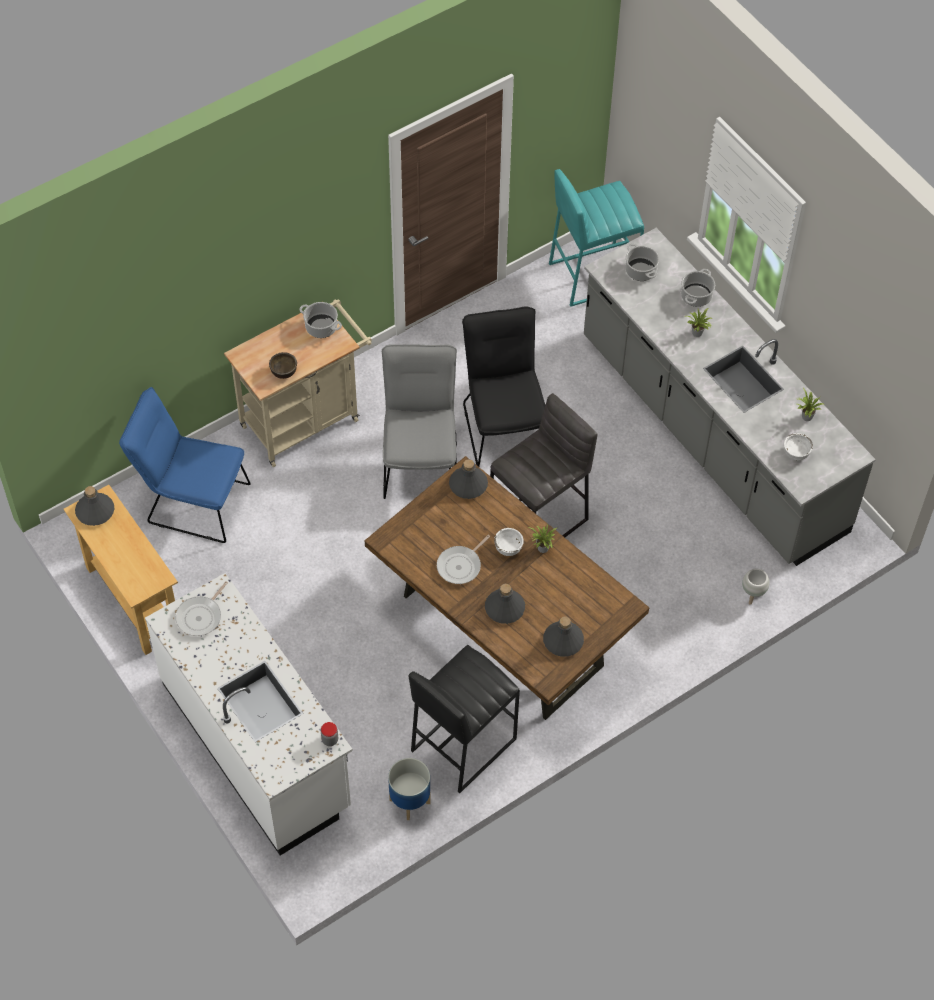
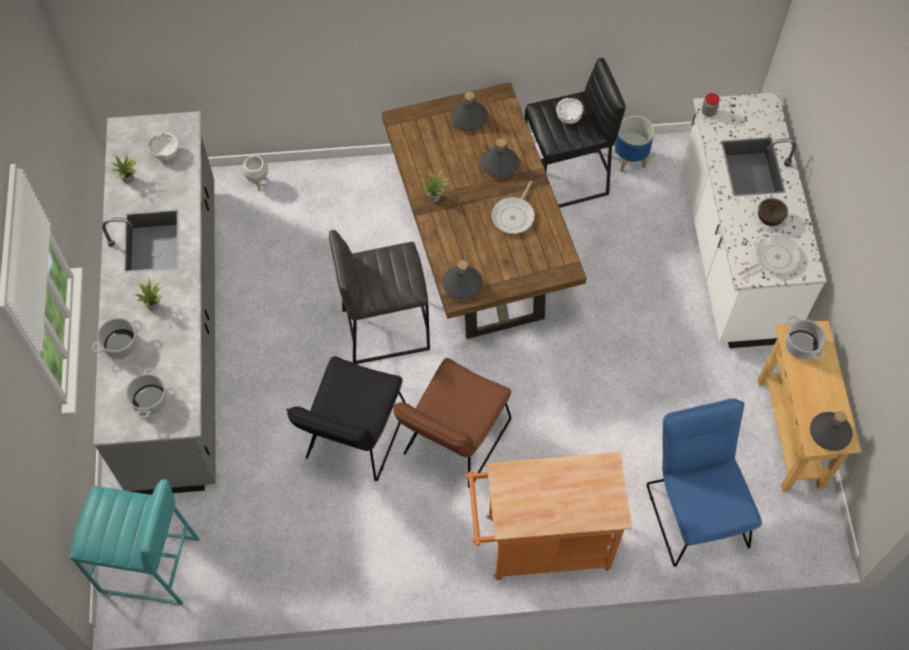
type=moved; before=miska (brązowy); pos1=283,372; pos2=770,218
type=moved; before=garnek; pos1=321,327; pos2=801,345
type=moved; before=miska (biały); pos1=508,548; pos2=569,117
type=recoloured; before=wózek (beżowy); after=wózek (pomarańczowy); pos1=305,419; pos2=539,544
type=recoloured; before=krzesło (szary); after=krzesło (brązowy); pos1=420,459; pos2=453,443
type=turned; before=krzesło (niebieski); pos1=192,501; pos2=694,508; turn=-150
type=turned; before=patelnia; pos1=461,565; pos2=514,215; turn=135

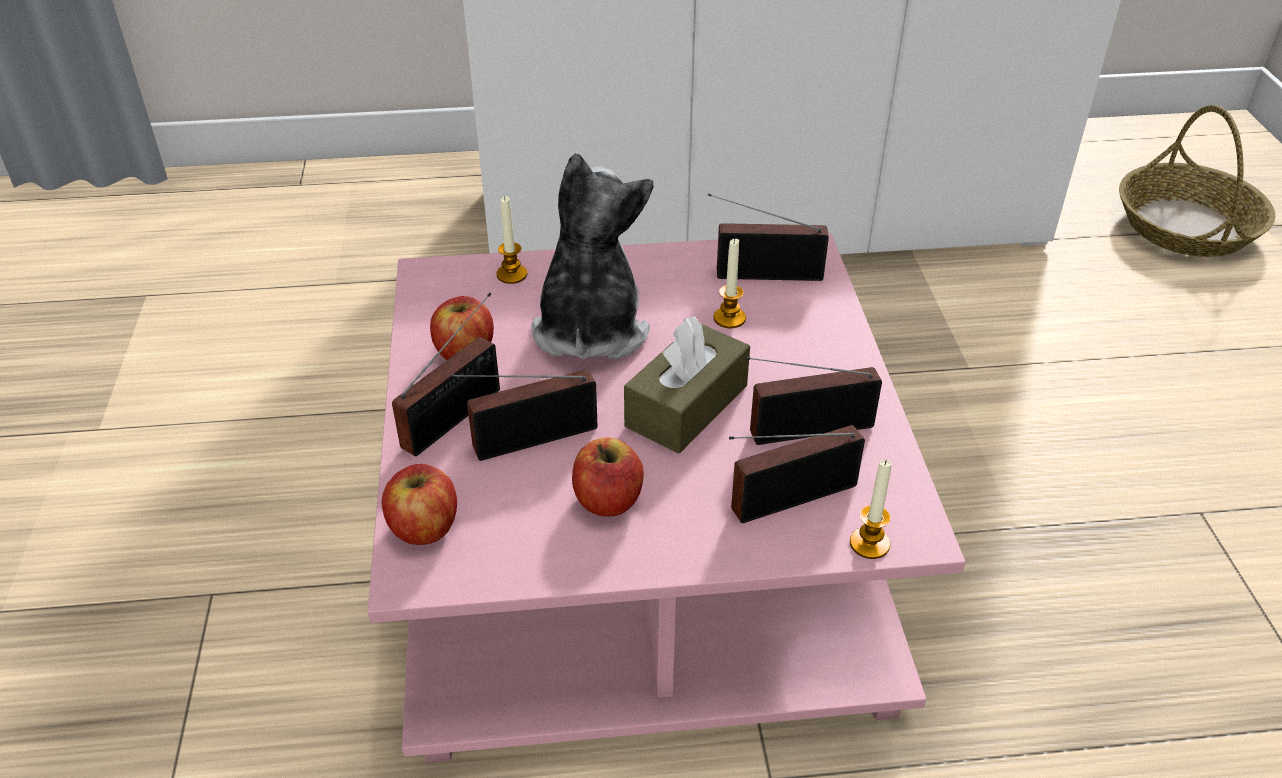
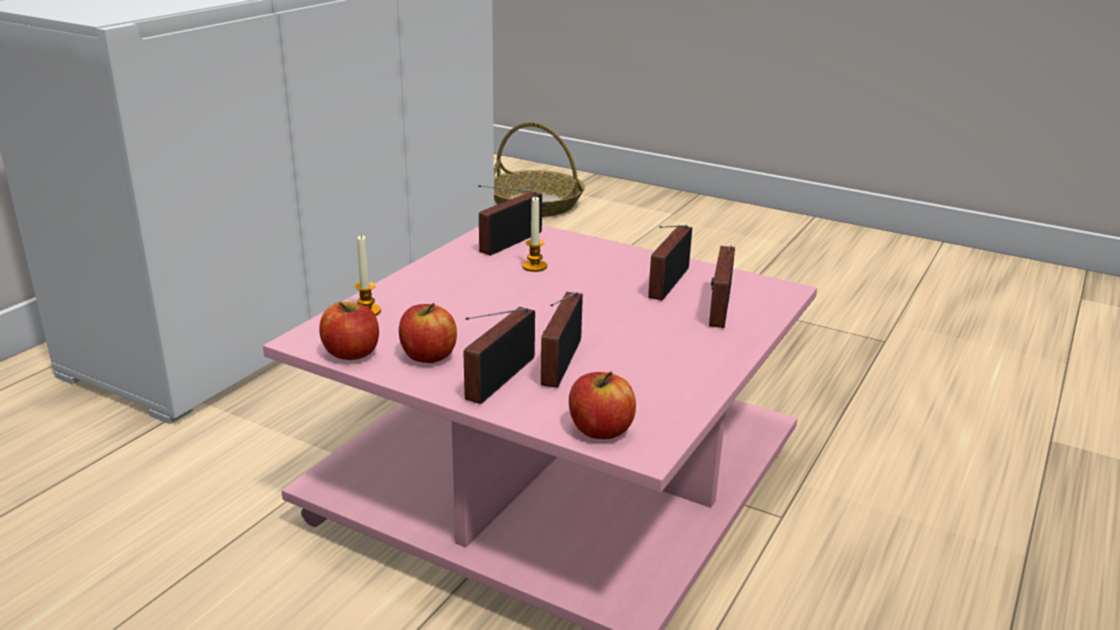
type=removed; before=pluszak; pos1=590,329
type=removed; before=pudełko chusteczek (brązowy); pos1=686,406
type=removed; before=świeca; pos1=869,544
type=moved; before=jabłko; pos1=608,500; pos2=351,353
type=turned; before=radio; pos1=458,415; pos2=496,380; turn=-135

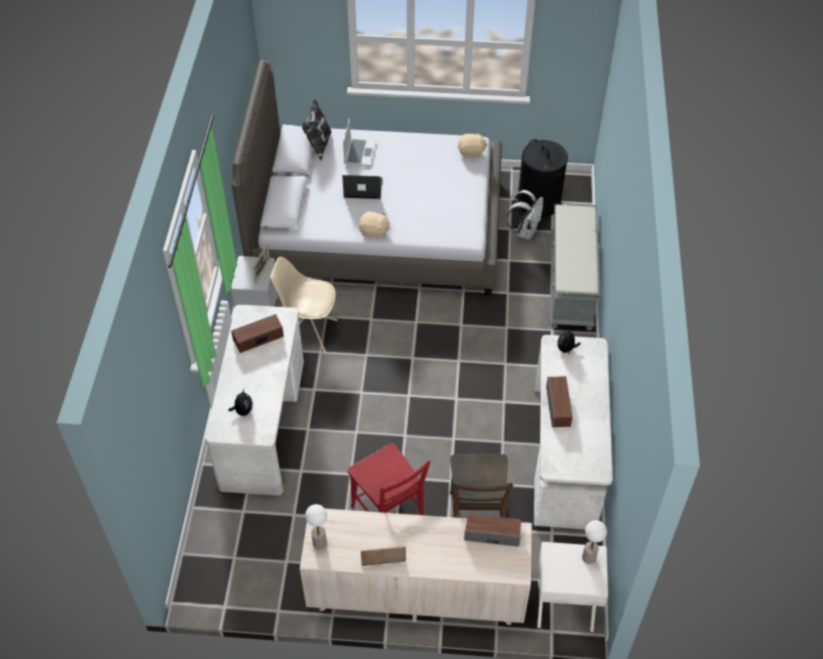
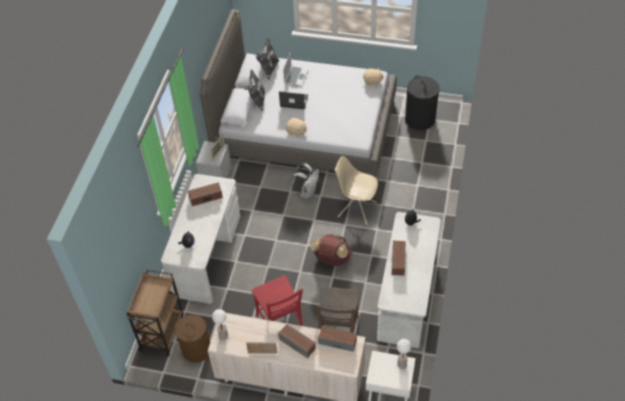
type=removed; before=ławka (szary); pos1=571,283
type=added; after=wózek (brązowy); pos2=162,331
type=added; after=kosz na pranie (brązowy); pos2=196,349
type=added; after=poduszka; pos2=257,101
type=added; after=głośnik; pos2=297,343
type=added; after=plecak (brązowy); pos2=332,259
type=moved; before=krzesło (beżowy); pos1=309,332; pos2=356,209
type=moved; before=plecak (biały); pos1=525,231; pos2=307,192

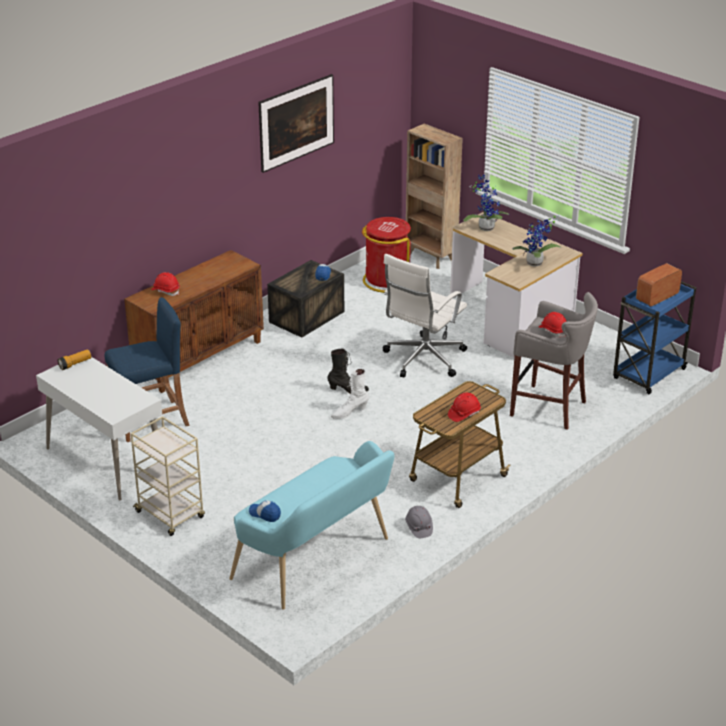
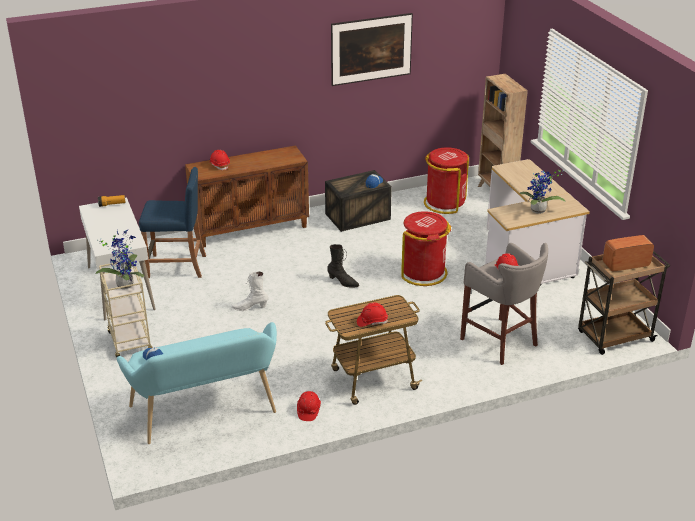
type=moved; before=but z cholewką (biały); pos1=349,412; pos2=250,307
type=moved; before=roślina doniczkowa; pos1=485,227; pos2=125,284
type=replaced; before=krzesło biurowe (biały); after=kosz na śmieci (czerwony); pos1=423,359; pos2=423,273
type=recoloured; before=kask (szary); after=kask (czerwony); pos1=418,527; pos2=308,411
type=recoloured; before=wózek (niebieski); after=wózek (brązowy); pos1=648,375; pos2=614,337

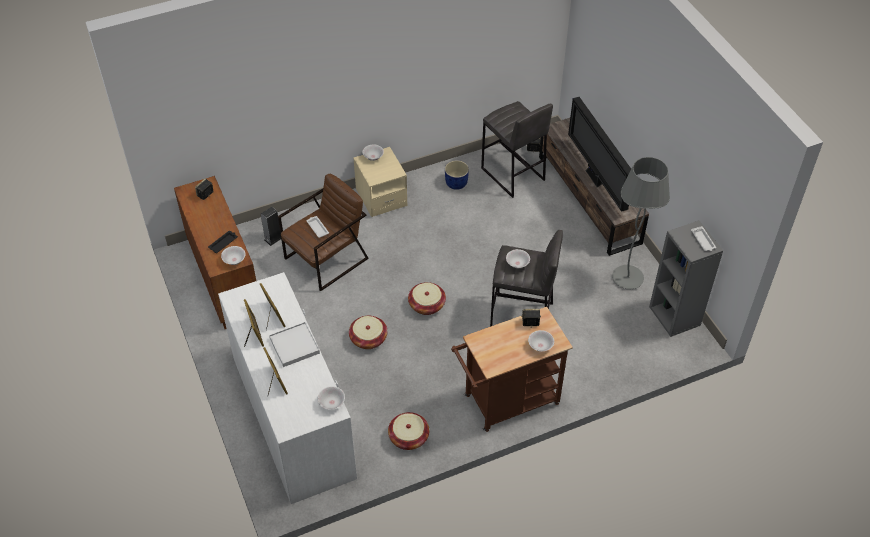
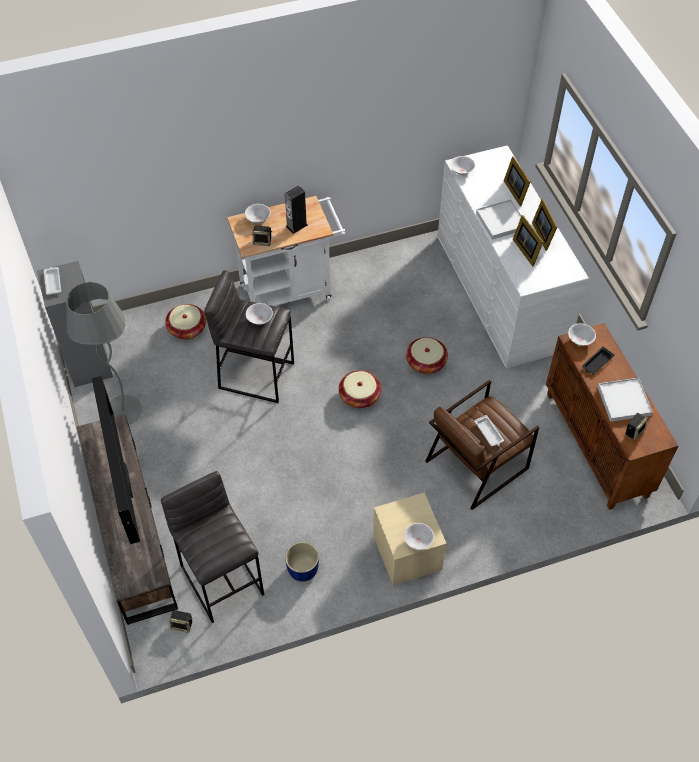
type=added; after=taca (biały); pos2=624,401
type=moved; before=głośnik; pos1=273,239; pos2=296,225
type=moved; before=koszyk; pos1=408,437; pos2=187,329
type=recoloured; before=wózek (brązowy); after=wózek (biały); pos1=506,402; pos2=291,290

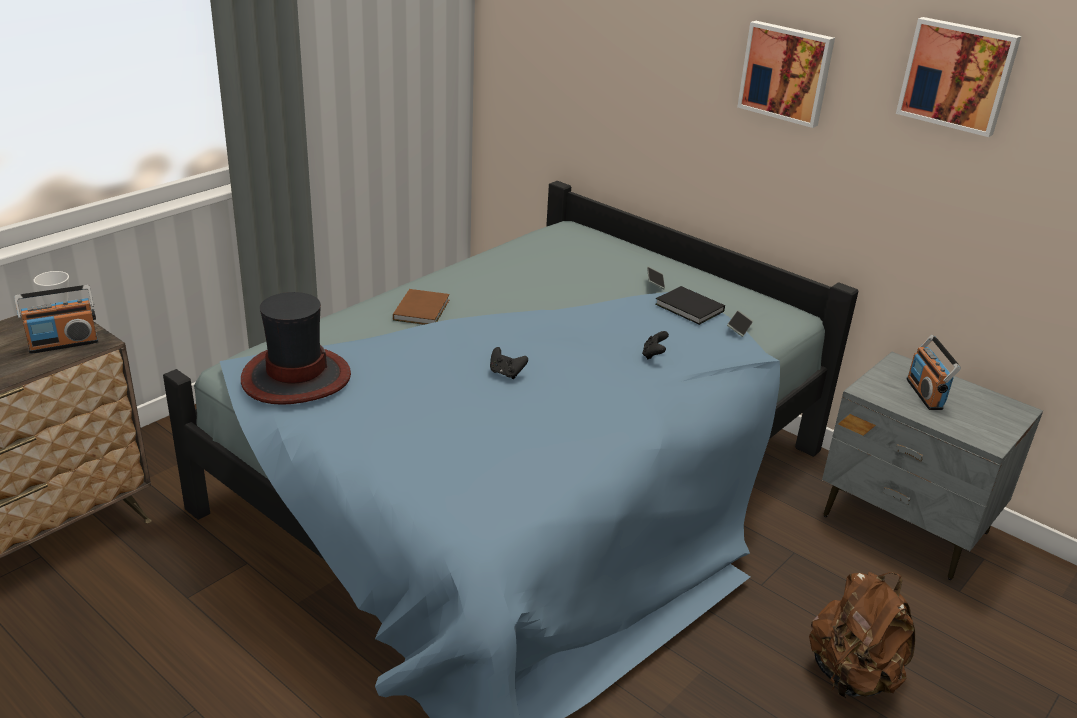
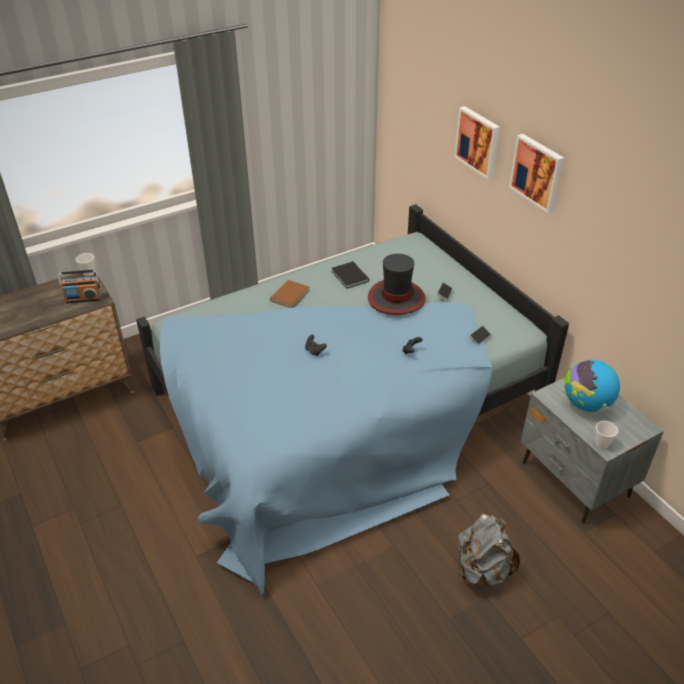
type=added; after=filiżanka; pos2=602,444
type=moved; before=kapelusz; pos1=295,377; pos2=396,298
type=moved; before=książka (czarny); pos1=690,308; pos2=349,277
type=moved; before=obraz; pos1=958,75; pos2=478,142
type=replaced; before=radio; after=globus; pos1=925,394; pos2=586,404
type=recoloured; before=plecak (brązowy); after=plecak (szary); pos1=852,676; pos2=482,570

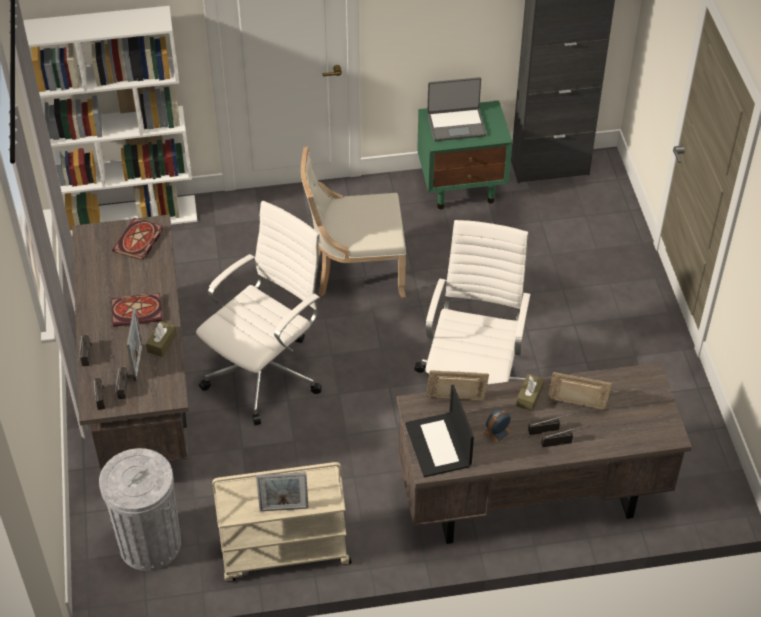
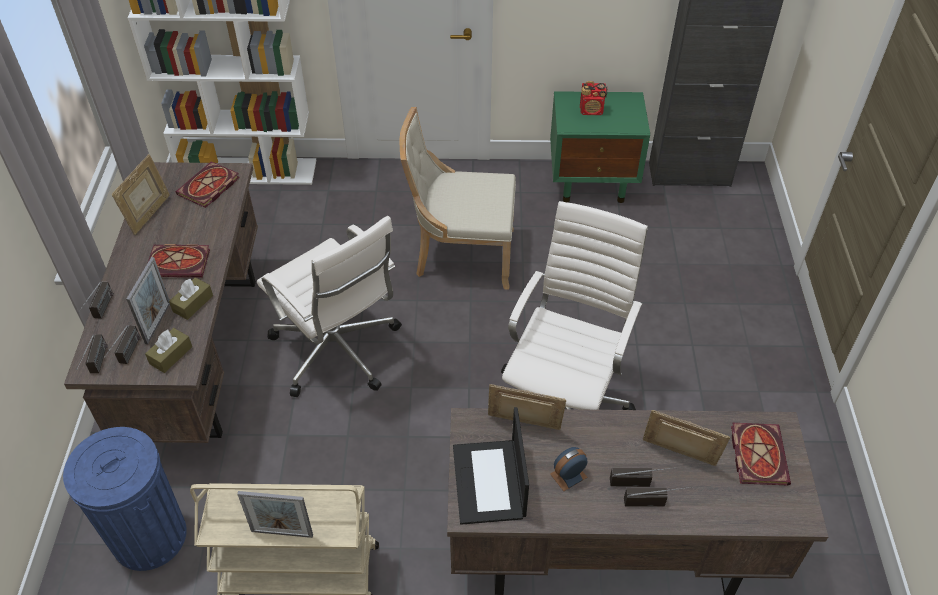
type=added; after=ramka na zdjęcie; pos2=149,215
type=added; after=książka; pos2=757,454
type=moved; before=pudełko chusteczek (brązowy); pos1=529,397; pos2=171,355
type=replaced; before=laptop; after=radio; pos1=456,124; pos2=591,111
type=recoloured; before=kosz na śmieci (szary); after=kosz na śmieci (niebieski); pos1=150,544; pos2=149,536
type=turned; before=krzesło biurowe (biały); pos1=266,372; pos2=338,352; turn=90

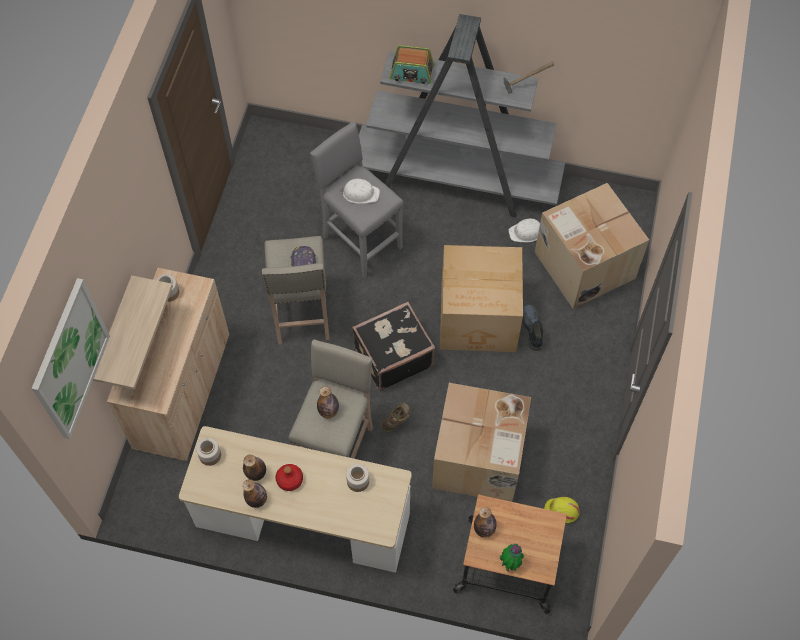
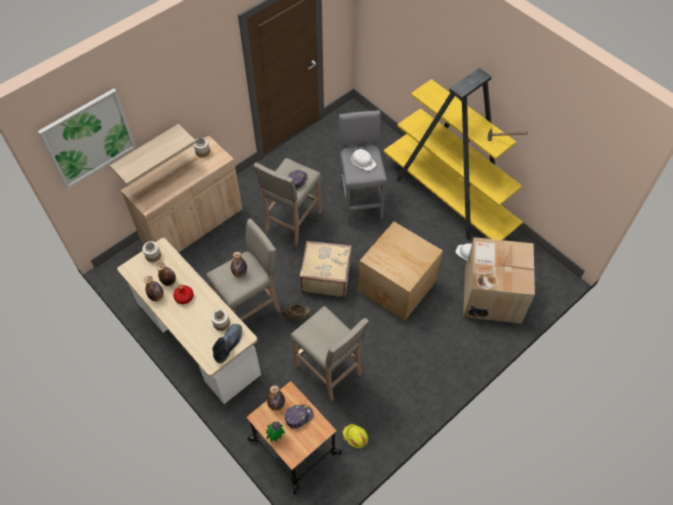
type=removed; before=radio; pos1=412,73
type=added; after=czapka z daszkiem; pos2=298,417
type=moved; before=but z cholewką; pos1=531,328; pos2=228,343
type=replaced; before=karton; after=stołek (beżowy); pos1=479,460; pos2=329,371
type=recoloured; before=walizka (czarny); after=walizka (beżowy); pos1=392,356; pos2=325,277
type=recoloured; before=regał (szary); after=regał (żółty); pos1=457,180; pos2=448,198

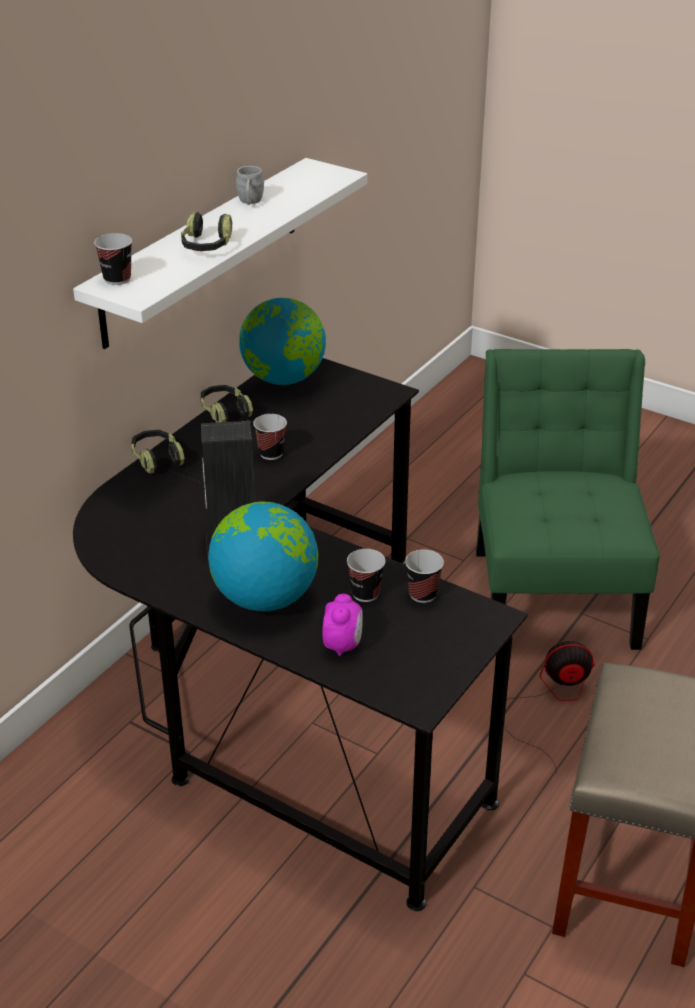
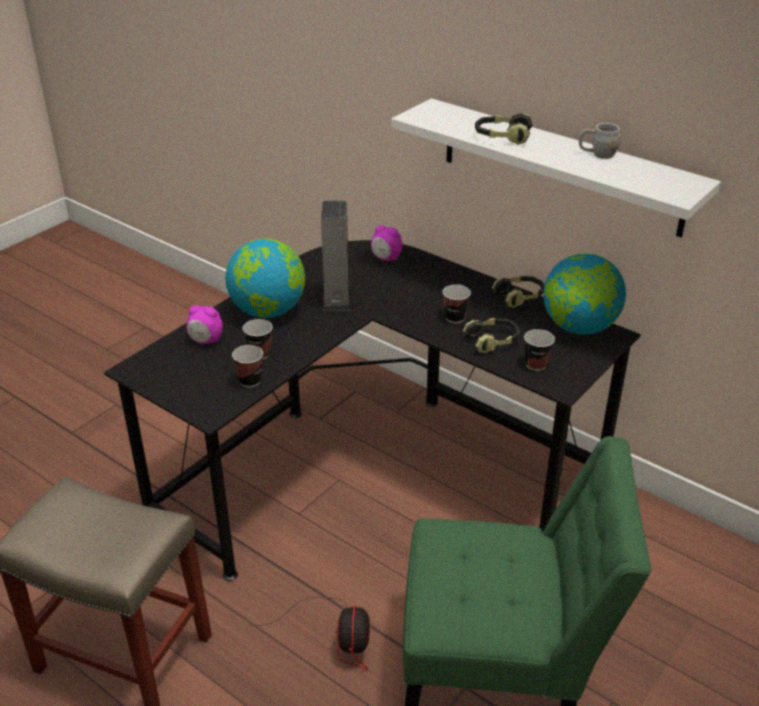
type=added; after=budzik; pos2=386,258
type=moved; before=filiżanka; pos1=117,279; pos2=536,364
type=moved; before=słuchawki; pos1=157,459; pos2=492,341

